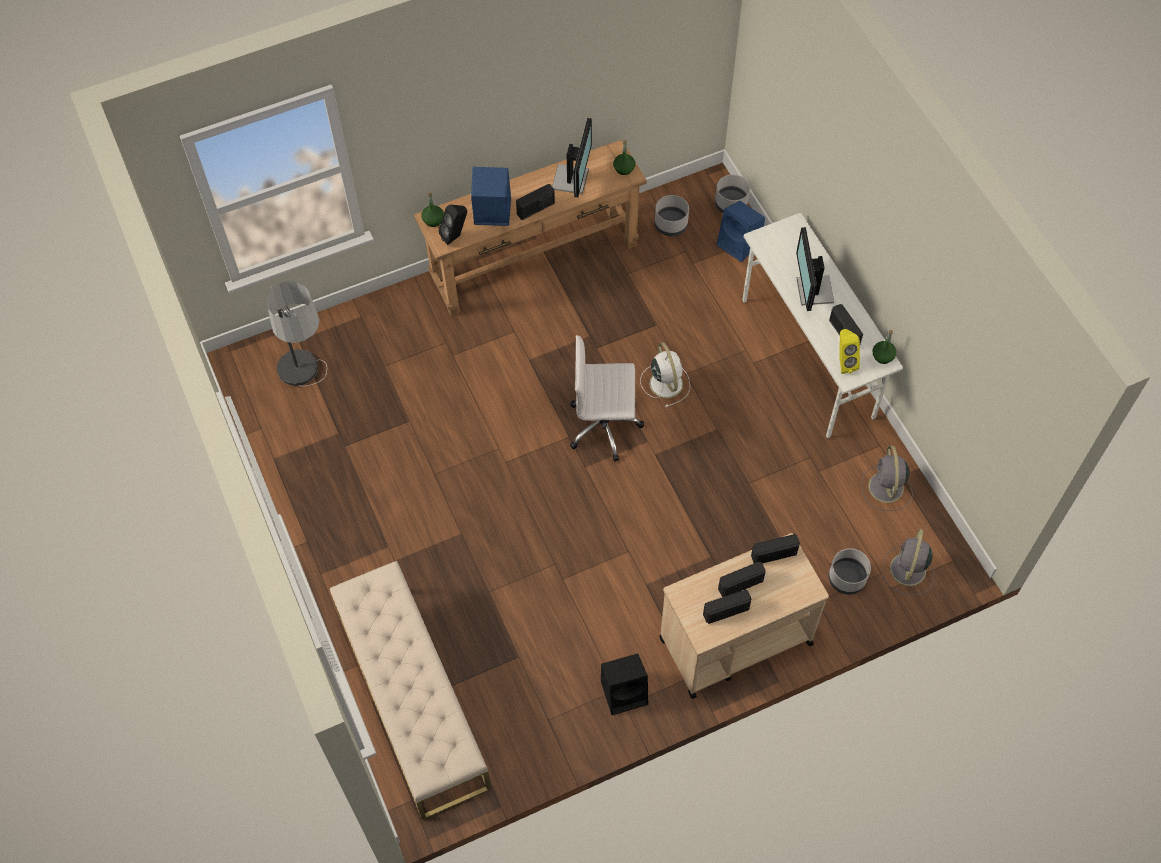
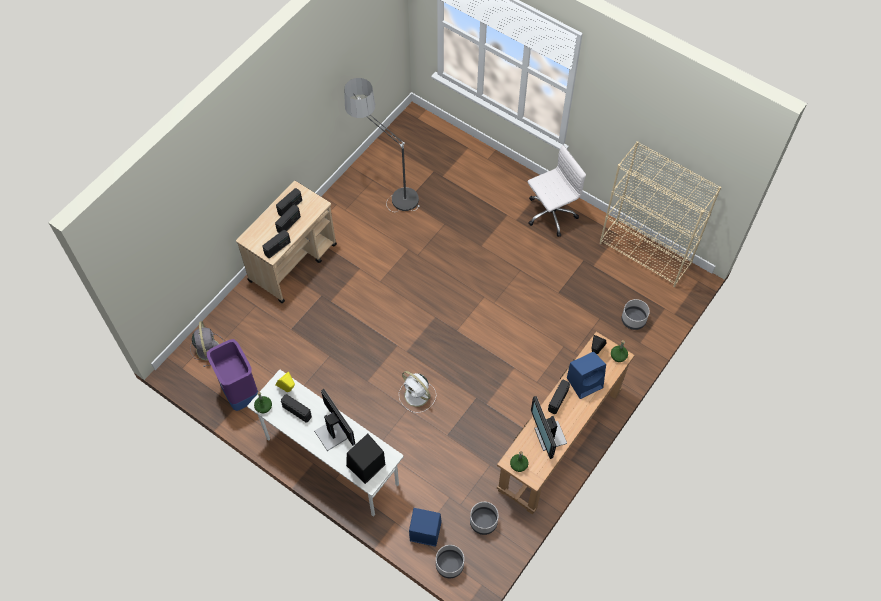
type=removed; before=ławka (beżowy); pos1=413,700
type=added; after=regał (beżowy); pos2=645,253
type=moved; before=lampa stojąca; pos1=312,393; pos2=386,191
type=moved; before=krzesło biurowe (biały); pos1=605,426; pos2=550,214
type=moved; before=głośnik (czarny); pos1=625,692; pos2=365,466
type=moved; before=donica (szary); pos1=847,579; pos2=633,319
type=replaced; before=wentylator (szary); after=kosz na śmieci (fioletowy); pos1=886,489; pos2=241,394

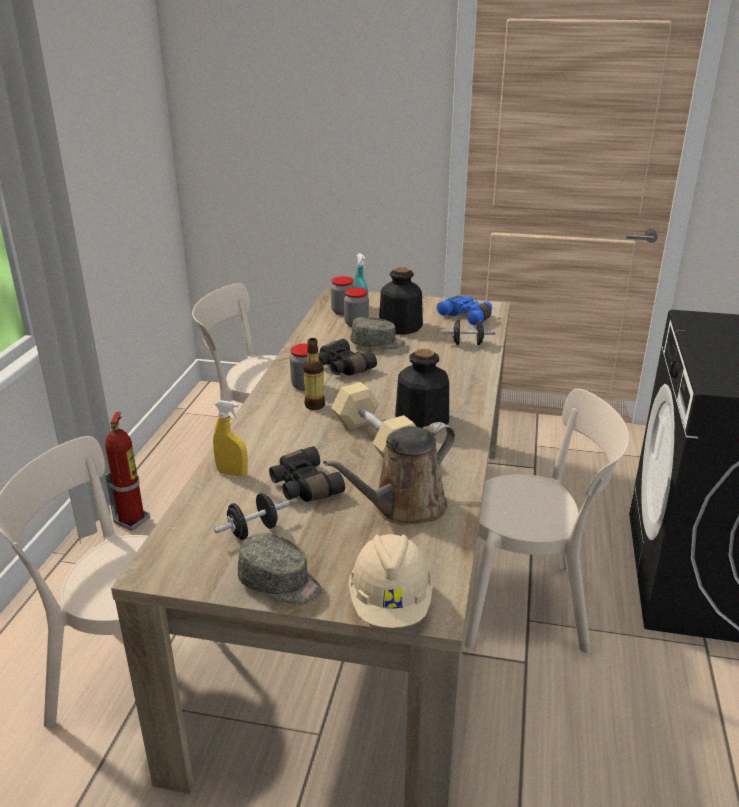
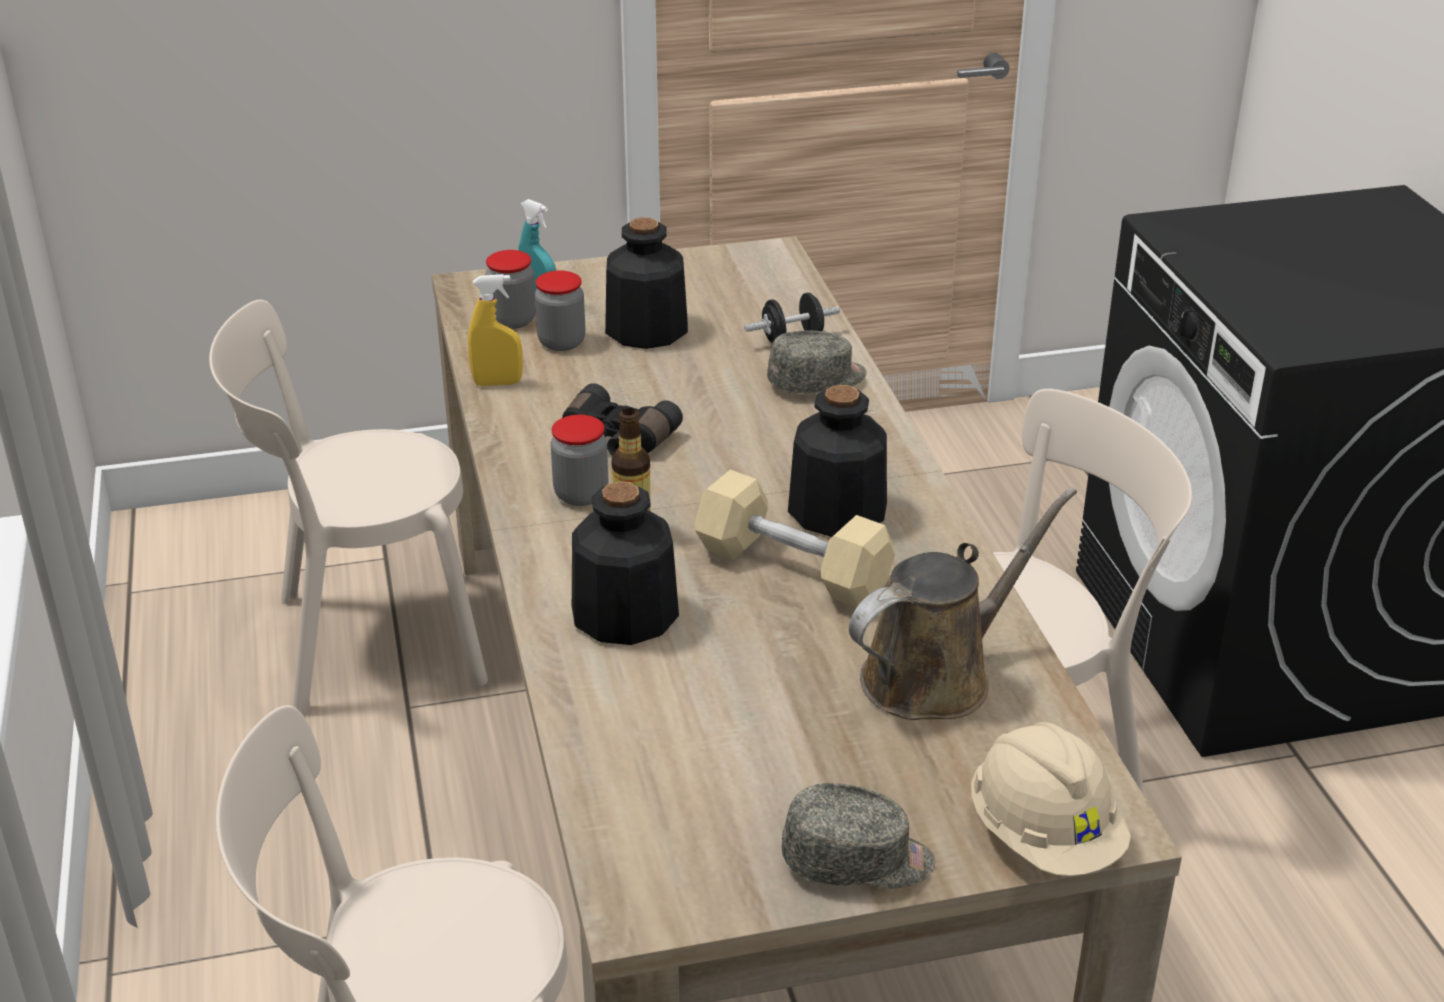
type=removed; before=gaśnica; pos1=132,520
type=removed; before=hantel (czarny); pos1=253,531
type=removed; before=lornetka (czarny); pos1=303,486
type=removed; before=lornetka (niebieski); pos1=467,317
type=added; after=butelka; pos2=624,615
type=moved; before=spryskiwacz (żółty); pos1=232,473; pos2=497,383
type=moved; before=czapka z daszkiem (szary); pos1=377,344; pos2=818,381
type=turned; before=konewka (brązowy); pos1=403,507; pos2=936,675; turn=-150

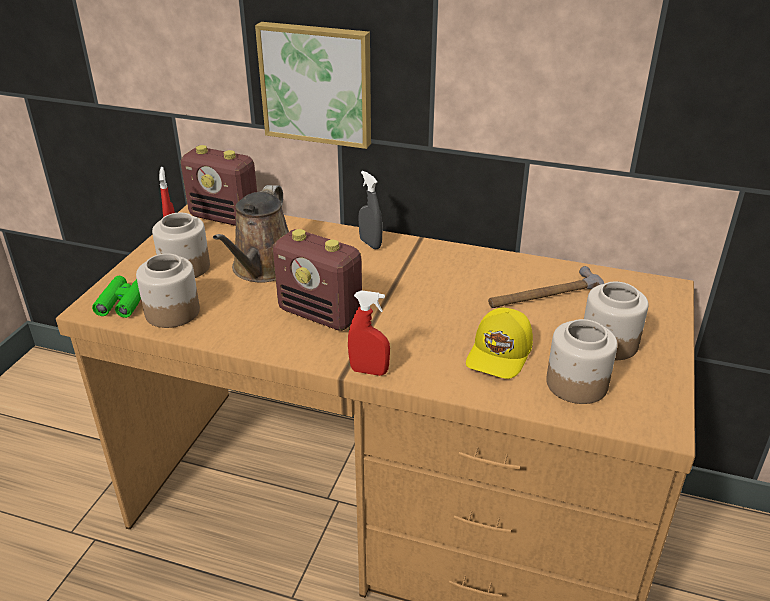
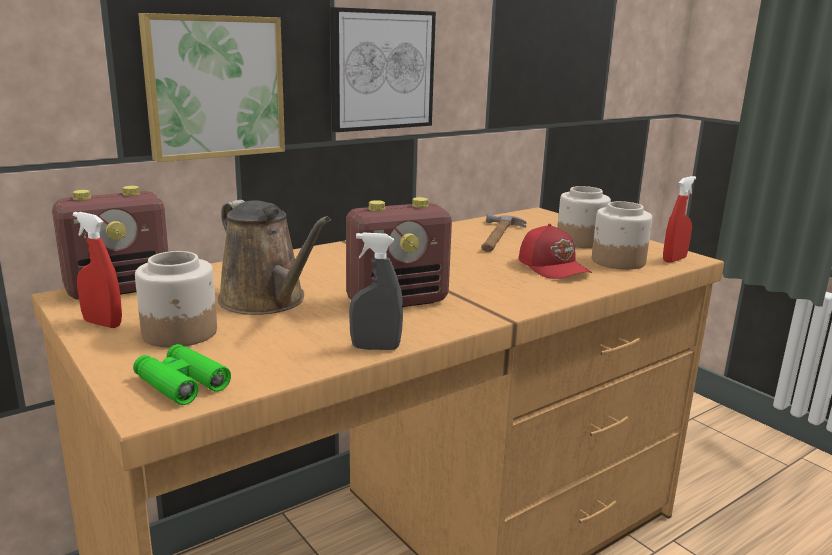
type=removed; before=słoik; pos1=171,312
type=added; after=obraz; pos2=381,70
type=moved; before=spryskiwacz (czerwony); pos1=369,371; pos2=674,259
type=moved; before=spryskiwacz (szary); pos1=370,244; pos2=375,348
type=recoloured; before=czapka z daszkiem (żółty); after=czapka z daszkiem (czerwony); pos1=500,354; pos2=554,267

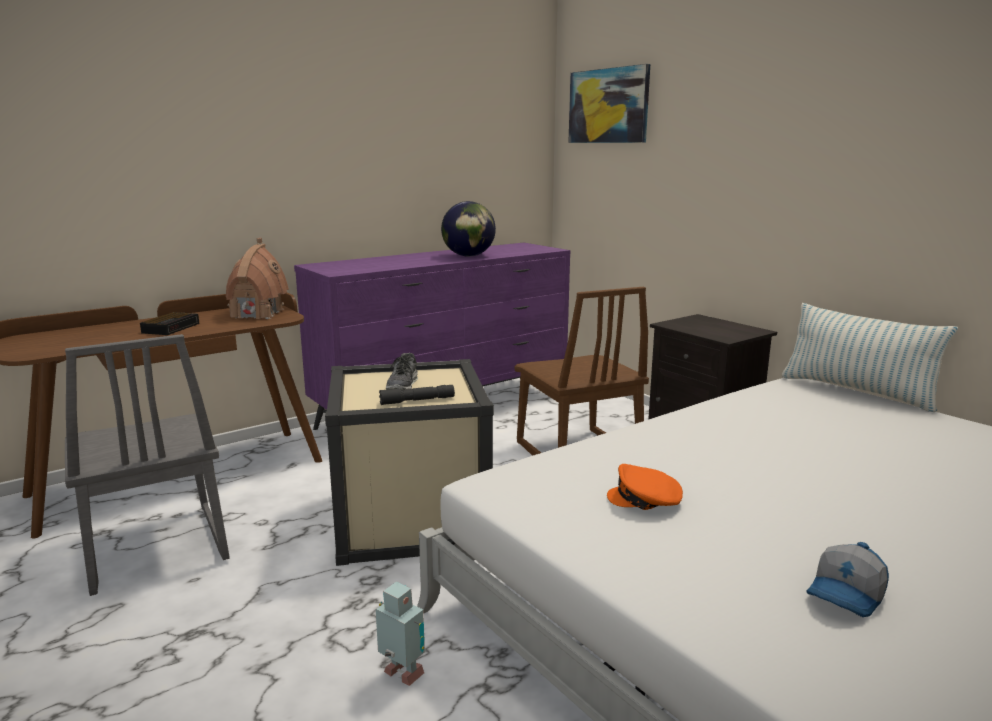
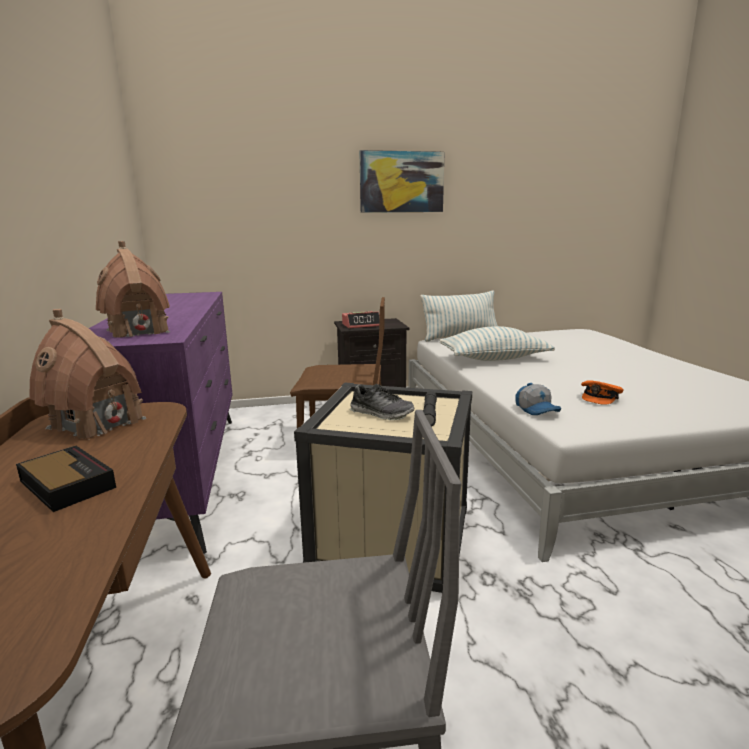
type=removed; before=robot zabawkowy; pos1=402,676
type=removed; before=globus; pos1=468,256
type=added; after=domek; pos2=138,331
type=added; after=budzik; pos2=361,325
type=added; after=poduszka; pos2=493,359
type=moved; before=obraz; pos1=608,106; pos2=401,182
type=moved; before=czapka z daszkiem; pos1=847,595; pos2=537,409

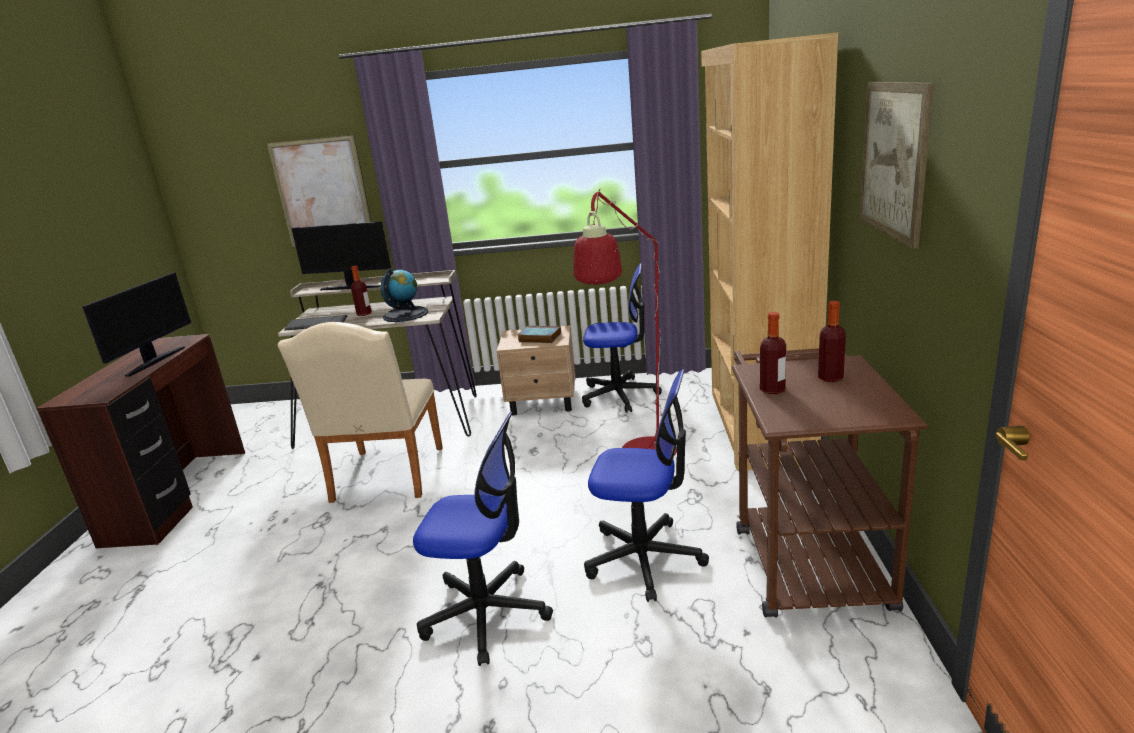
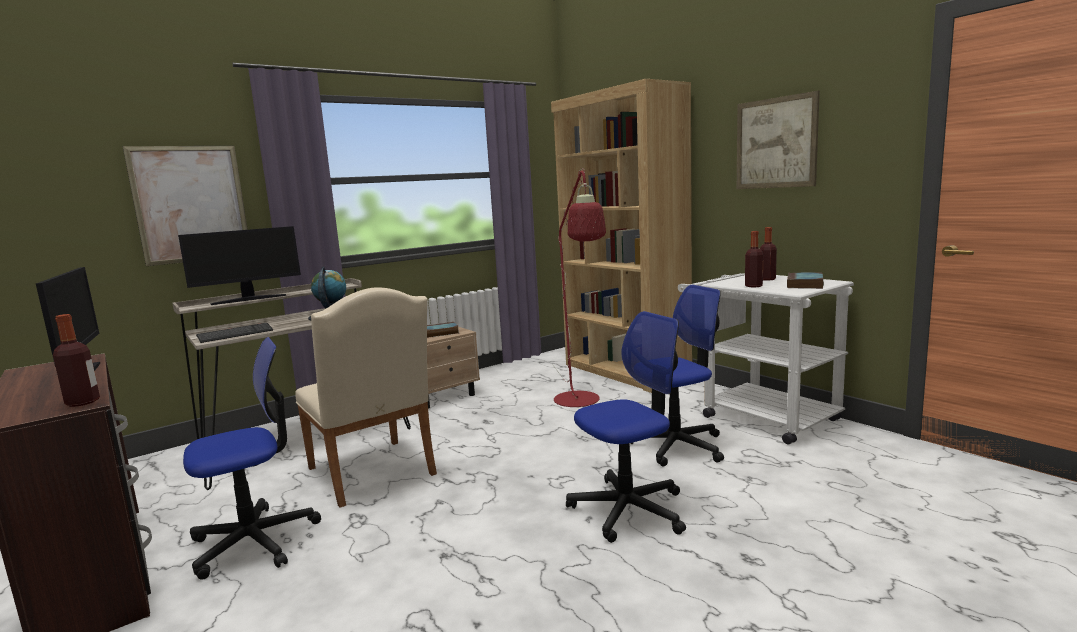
type=added; after=książka; pos2=805,285
type=moved; before=butelka; pos1=364,314; pos2=82,402
type=moved; before=krzesło biurowe; pos1=619,395; pos2=255,541
type=recoloured; before=wózek (brązowy); after=wózek (biały); pos1=806,557; pos2=759,415

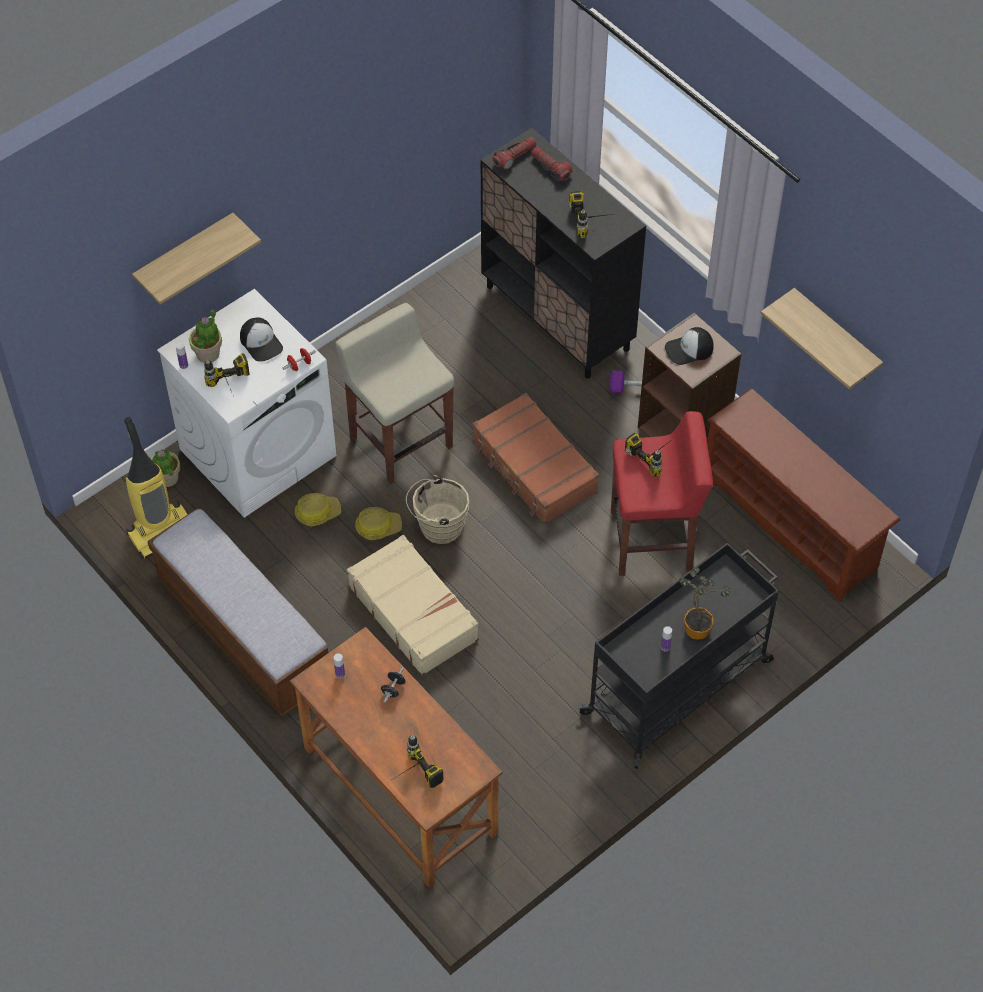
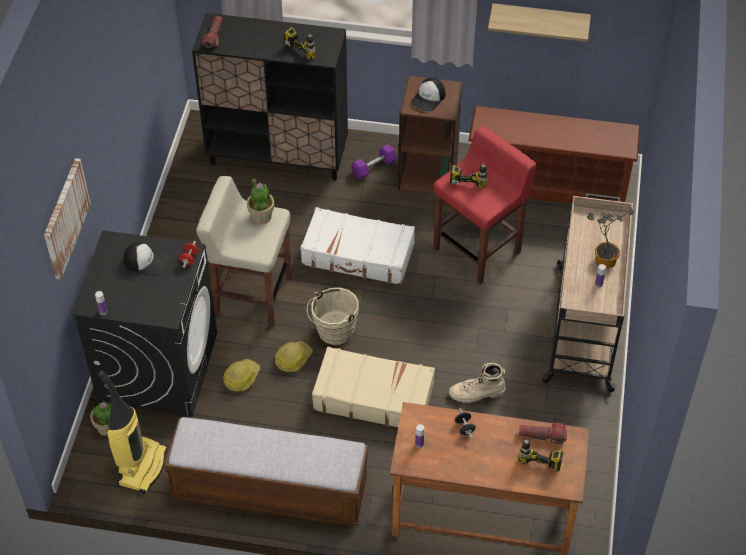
type=removed; before=wiertarka; pos1=232,390
type=added; after=but z cholewką (beżowy); pos2=477,394
type=moved; before=roślina doniczkowa; pos1=208,353; pos2=261,216
type=moved; before=latarka; pos1=550,168; pos2=542,436
type=replaced; before=półka; after=obraz; pos1=185,256; pos2=65,218
type=recoloured; before=pralka (biały); after=pralka (czarny); pos1=258,452; pos2=158,366
type=recoloured; before=walizka (brązowy); after=walizka (biały); pos1=533,468; pos2=358,255
type=recoloured; before=wózek (czarny); after=wózek (beżowy); pos1=679,686; pos2=584,325

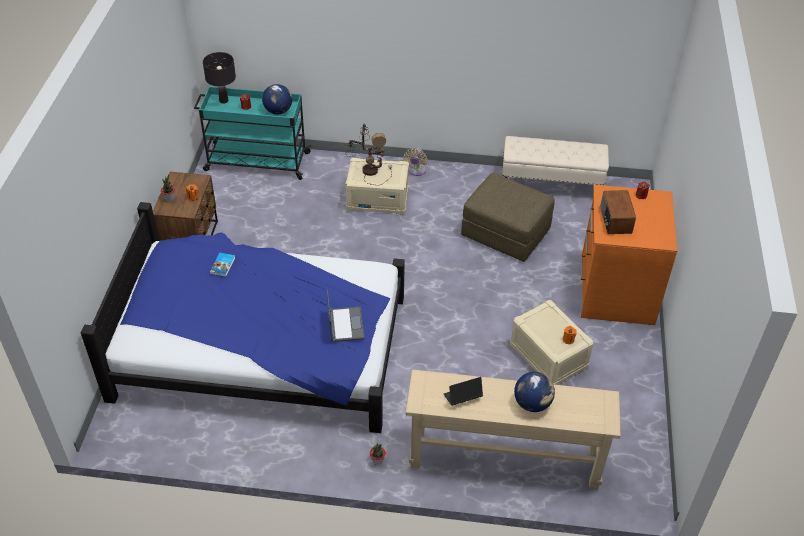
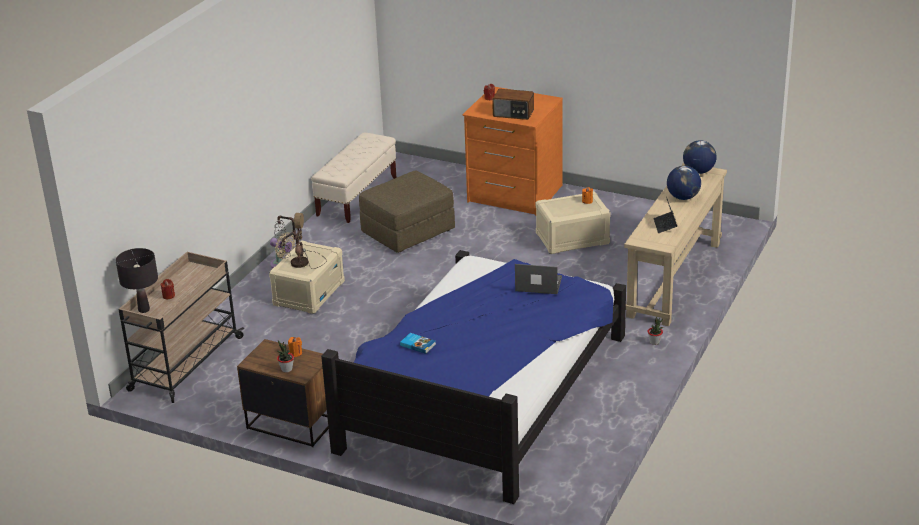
type=moved; before=globus; pos1=278,111; pos2=698,171
type=recoloured; before=wózek (turkusowy); after=wózek (beżowy); pos1=256,162; pos2=185,364

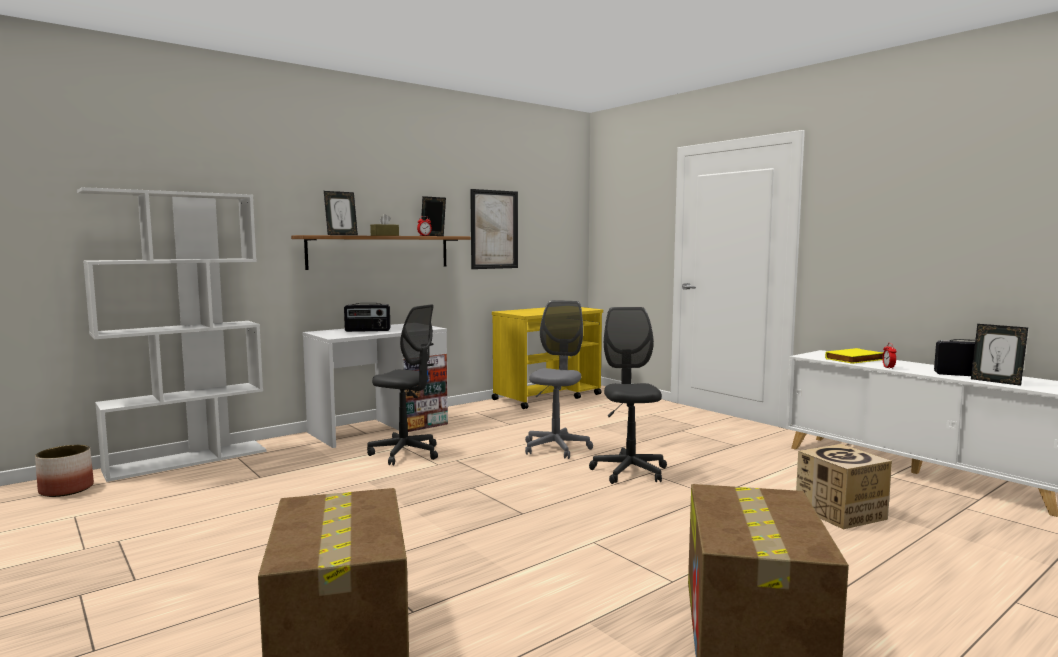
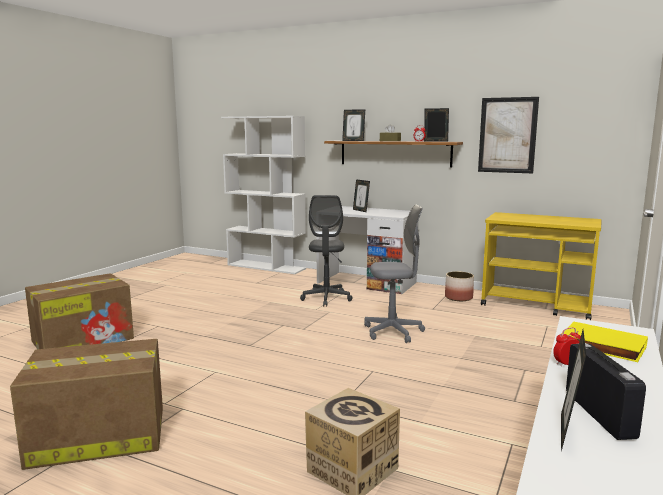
type=removed; before=krzesło biurowe (szary); pos1=629,472
type=moved; before=donica; pos1=66,489; pos2=458,297
type=replaced; before=radio; after=ramka na zdjęcie; pos1=367,330; pos2=361,210

